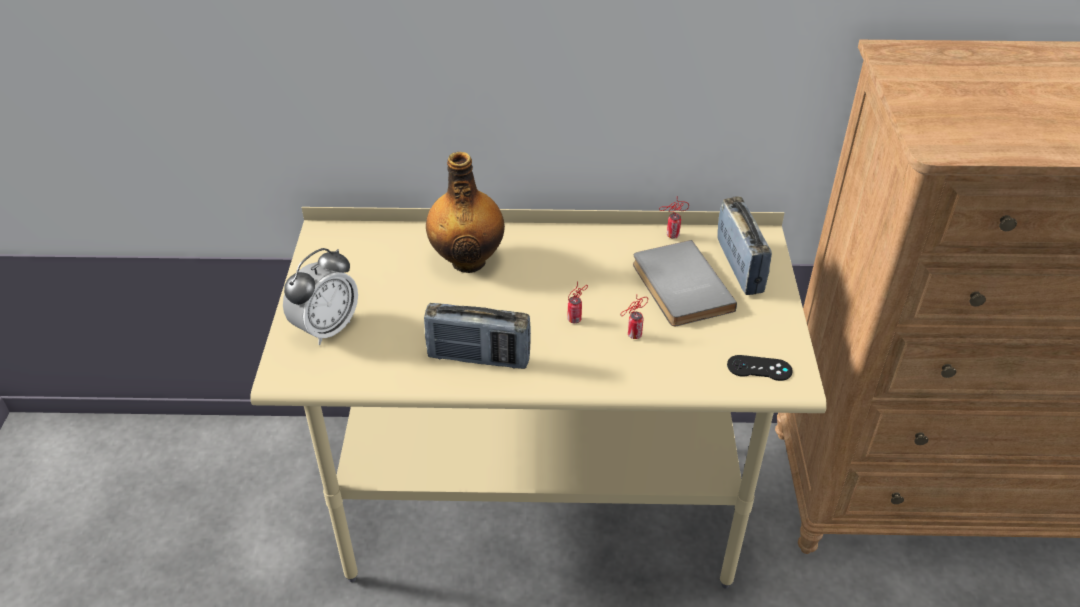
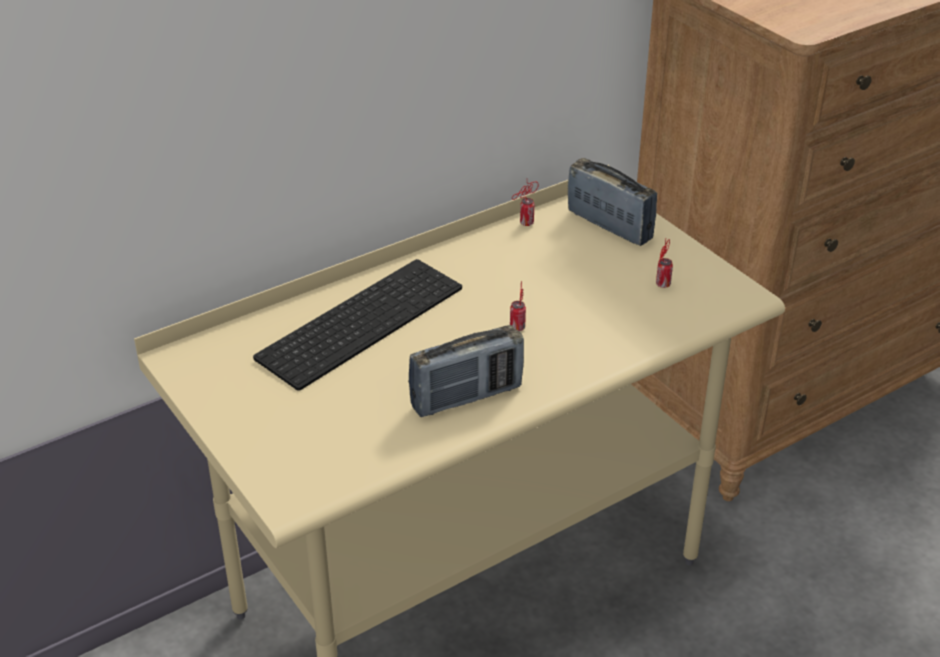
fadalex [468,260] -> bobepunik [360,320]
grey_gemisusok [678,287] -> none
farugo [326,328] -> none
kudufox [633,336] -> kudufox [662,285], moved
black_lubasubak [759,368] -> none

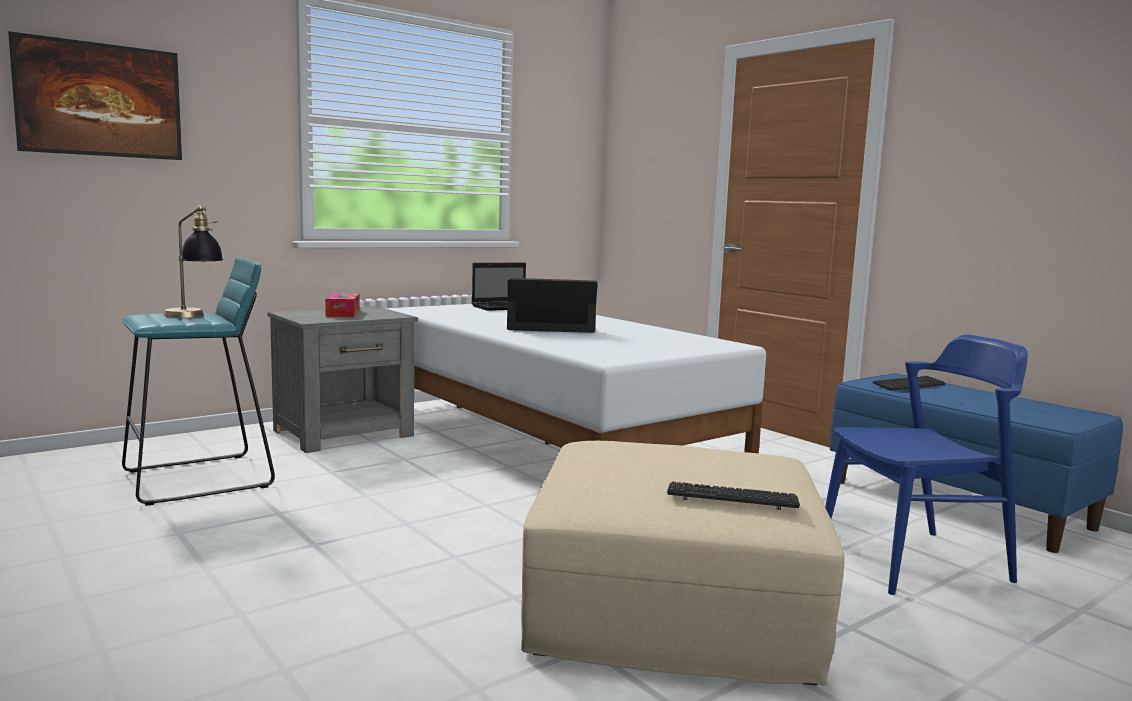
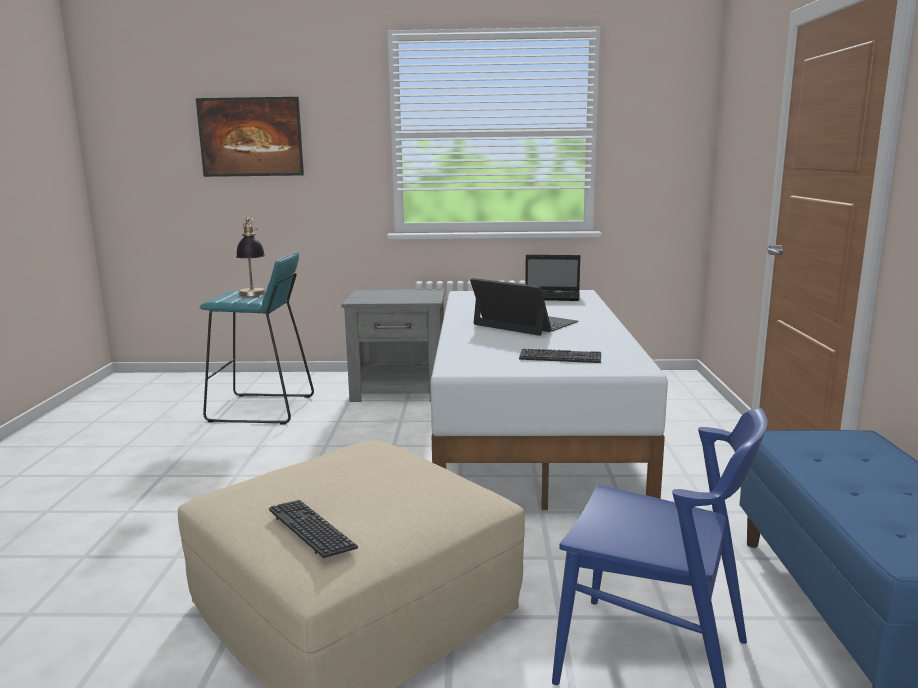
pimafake [343,313] -> none
bobepunik [909,385] -> bobepunik [560,358], moved

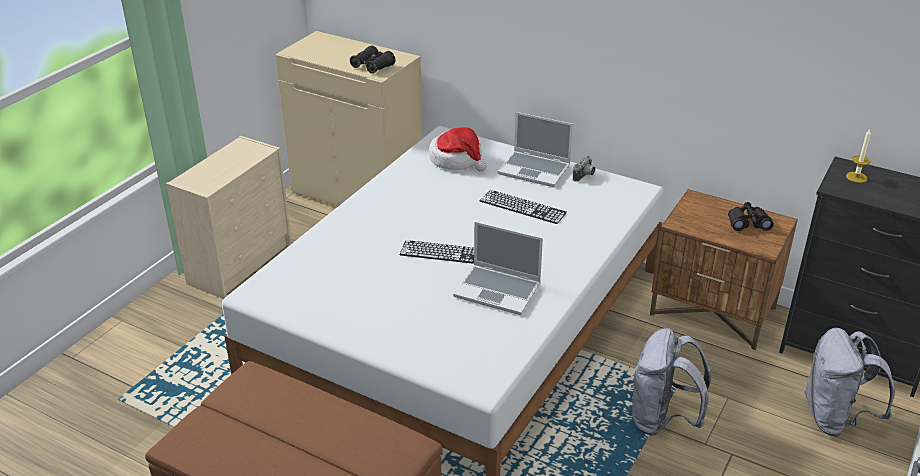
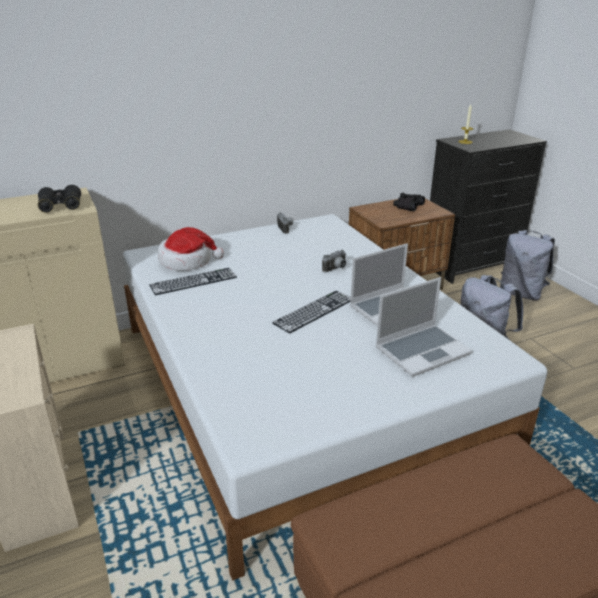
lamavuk [535,170] -> lamavuk [422,350], moved
bobepunik [522,207] -> bobepunik [193,281], moved
none -> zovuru [336,269]

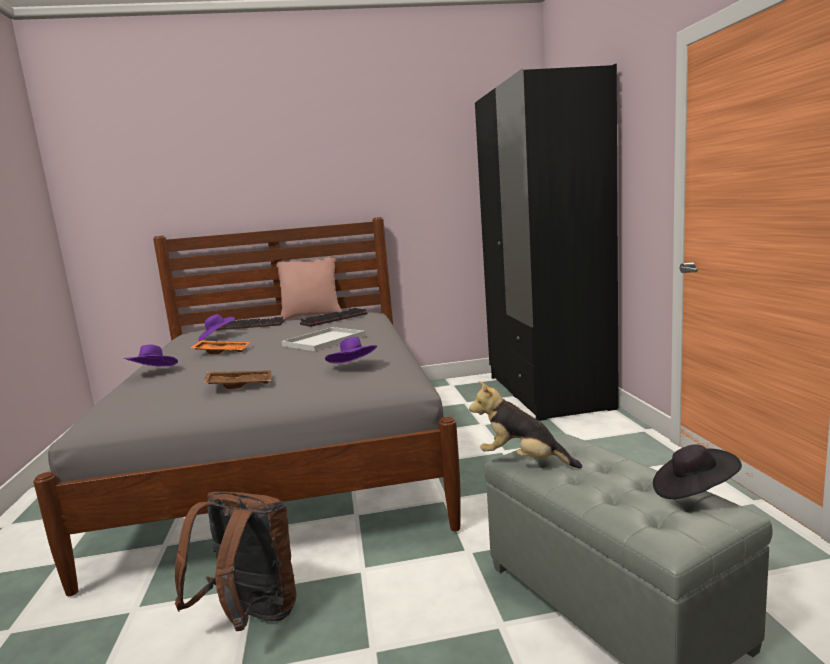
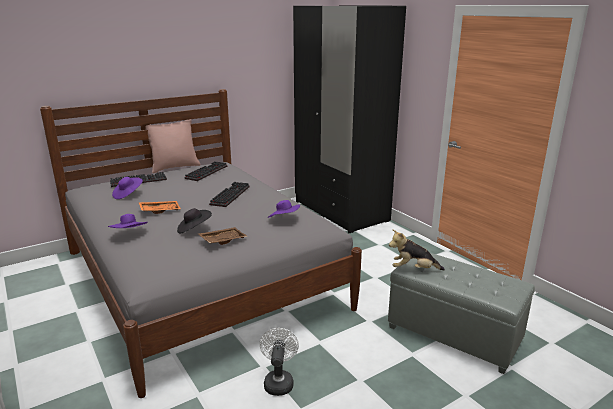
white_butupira [325,340] -> bobepunik [229,195]
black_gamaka [693,491] -> black_gamaka [194,229], moved
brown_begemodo [250,618] -> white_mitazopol [279,381]

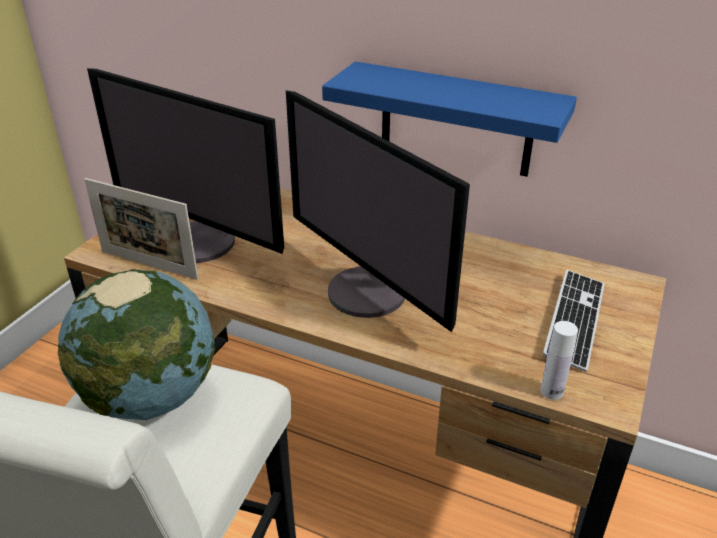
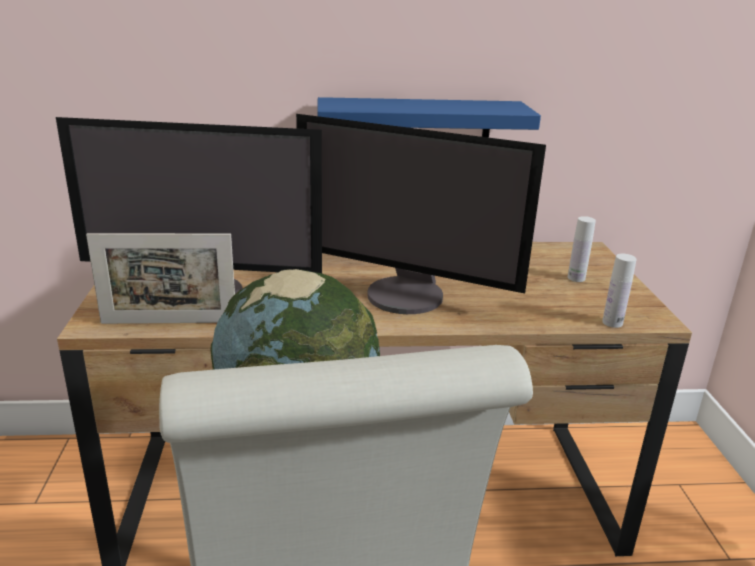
bobepunik [574,320] -> white_fadalex [576,278]

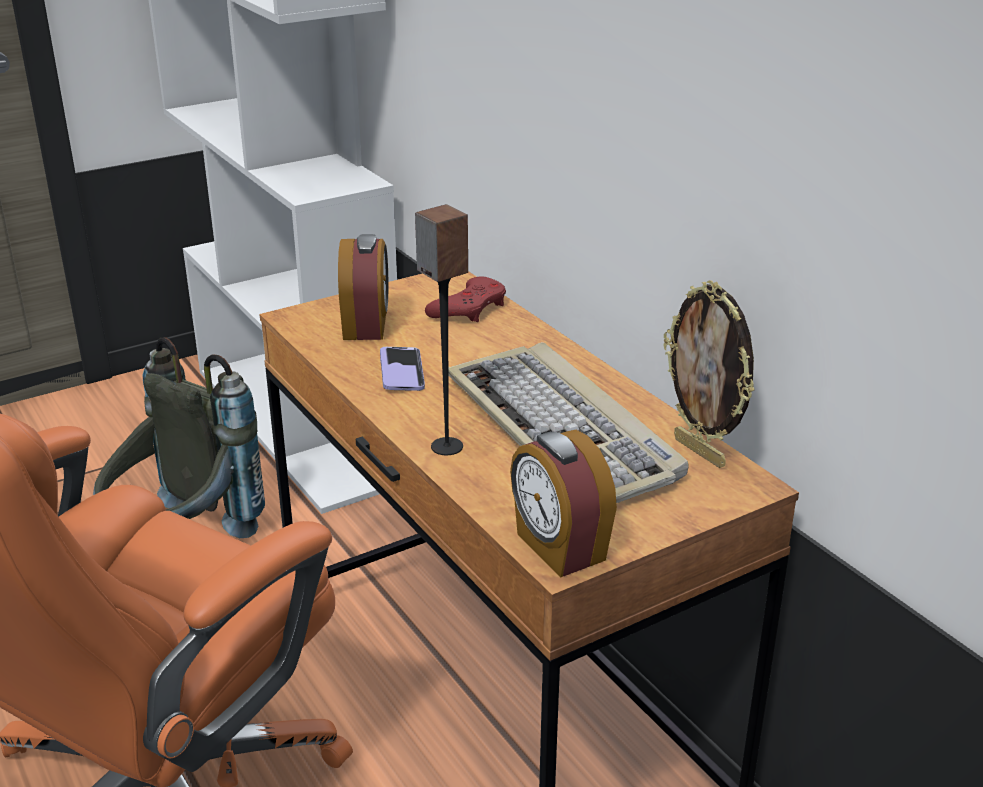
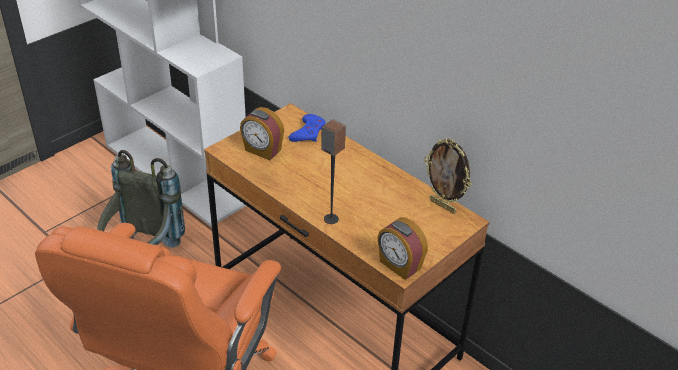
farugo [366,326] -> farugo [262,150], 135 degrees clockwise
red_lubasubak [469,308] -> blue_lubasubak [308,132]
bobepunik [563,431] -> none
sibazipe [402,371] -> none

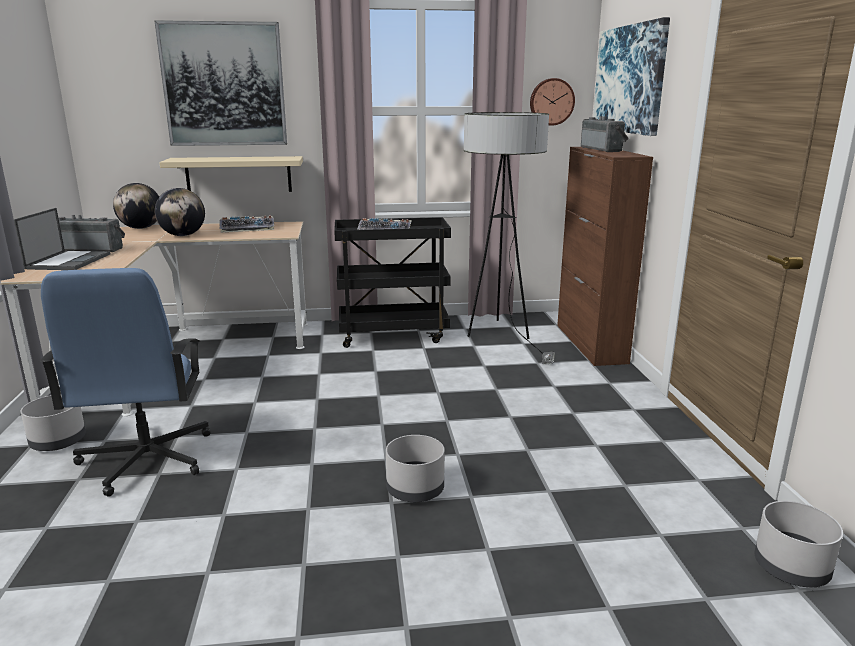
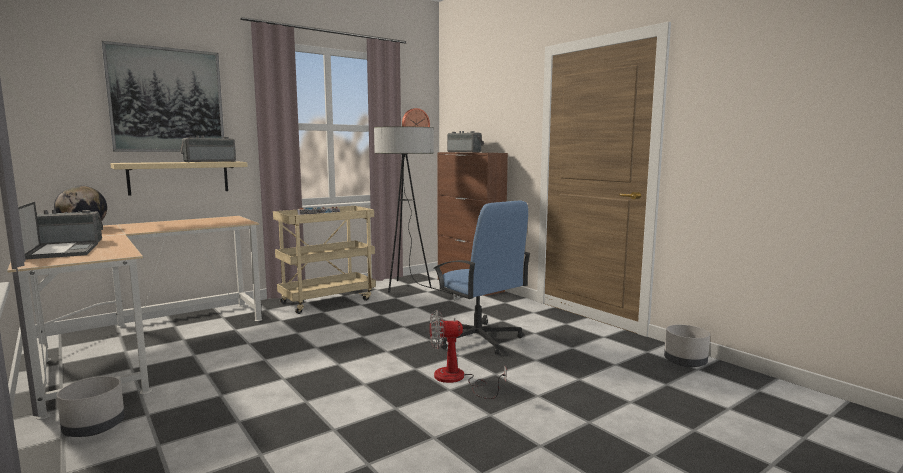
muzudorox [629,79] -> none
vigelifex [183,235] -> none
bobepunik [248,228] -> none
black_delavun [394,335] -> beige_delavun [327,300]
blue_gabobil [145,460] -> blue_gabobil [478,339], moved
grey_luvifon [415,490] -> mitazopol [457,379]
none -> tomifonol [209,161]

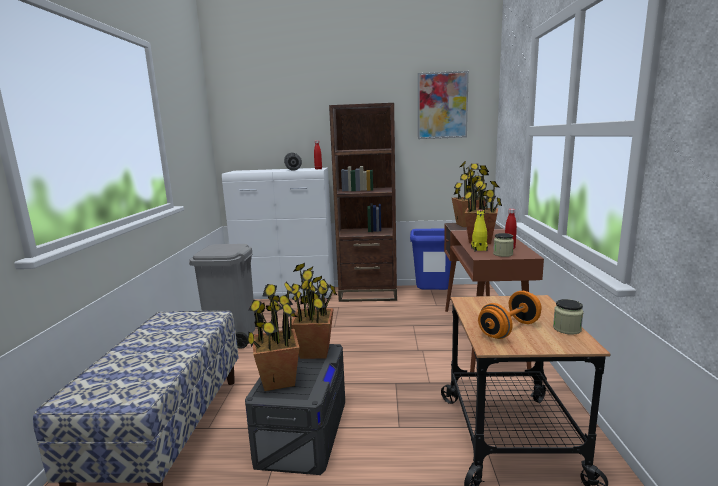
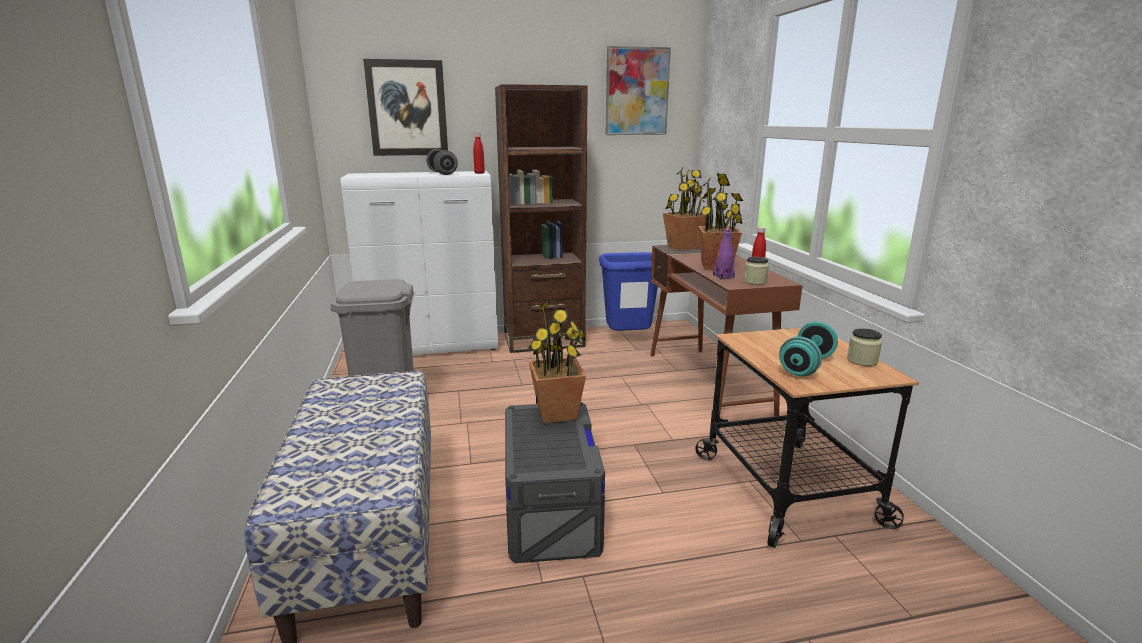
yellow_fadalex [479,249] -> purple_fadalex [723,277]
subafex [278,380] -> none
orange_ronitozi [509,329] -> turquoise_ronitozi [806,366]
none -> muzudorox [407,108]

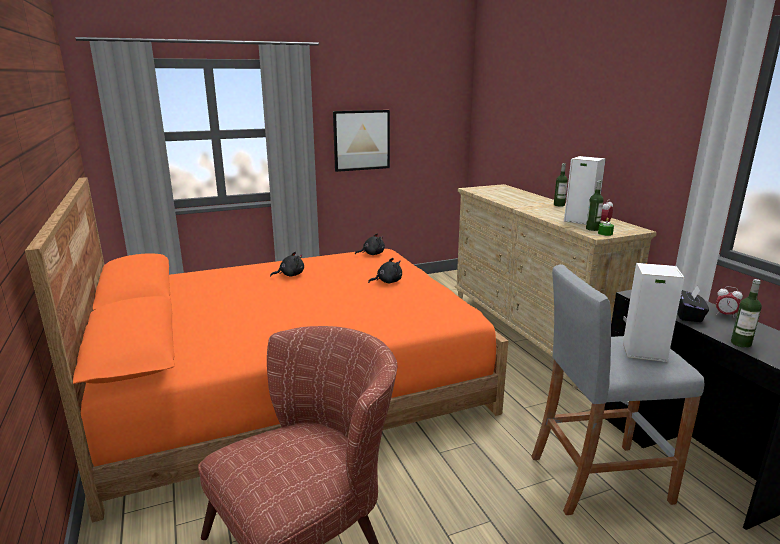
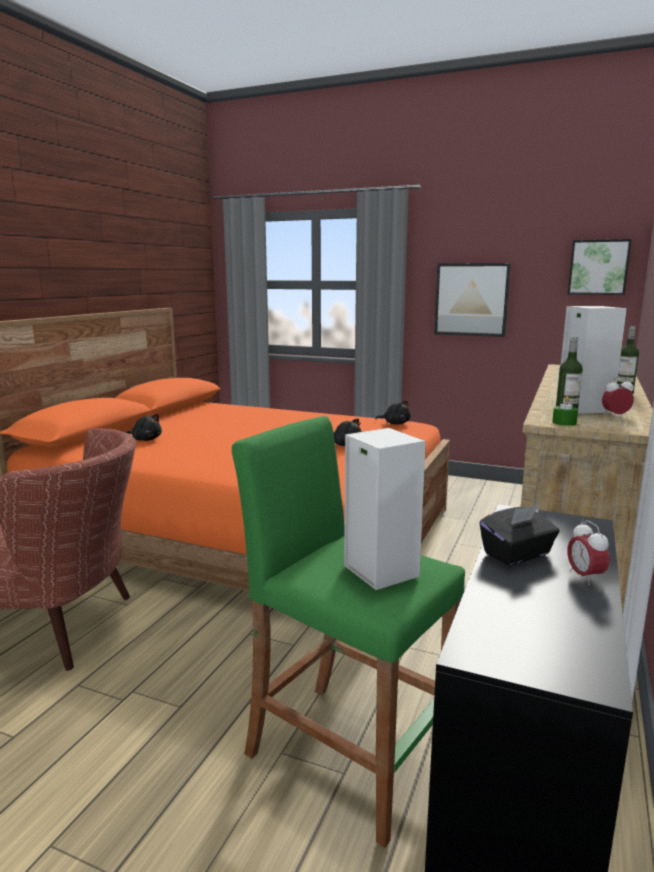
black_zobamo [290,275] -> black_zobamo [146,439], moved
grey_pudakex [598,478] -> green_pudakex [347,754]
fadalex [741,343] -> none
none -> muzudorox [598,267]

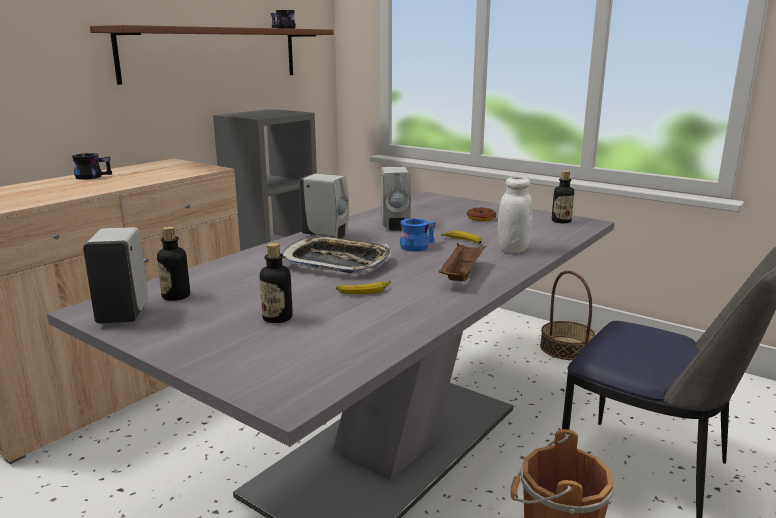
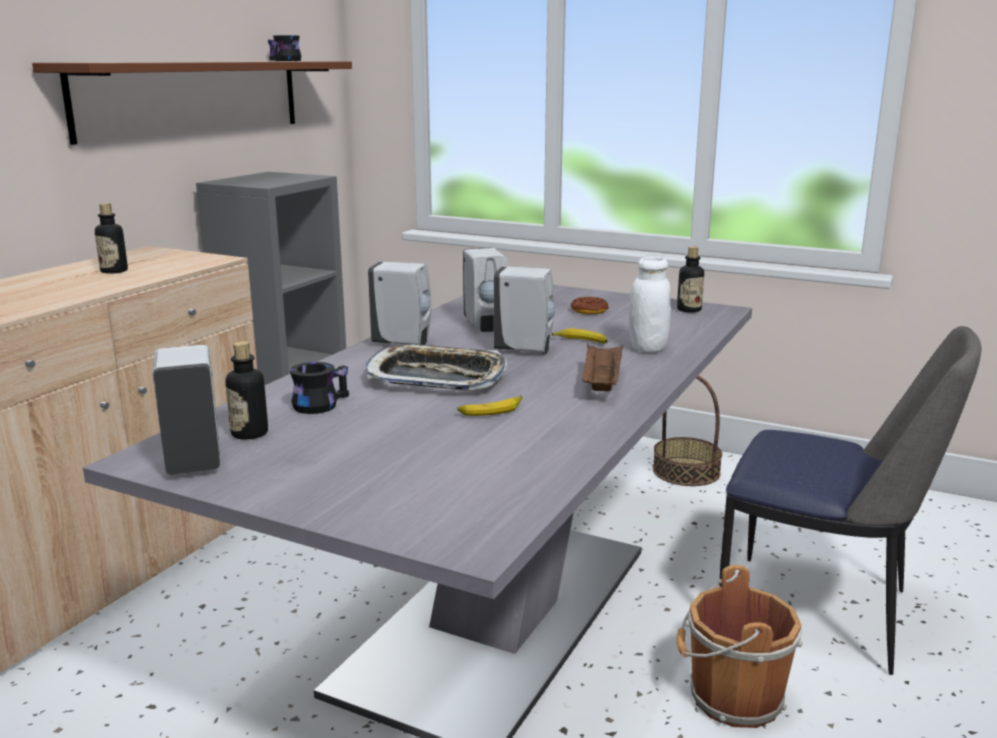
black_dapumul [92,176] -> black_dapumul [318,403], moved
blue_dapumul [416,246] -> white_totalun [526,350]
fadalex [277,318] -> fadalex [114,271], moved

